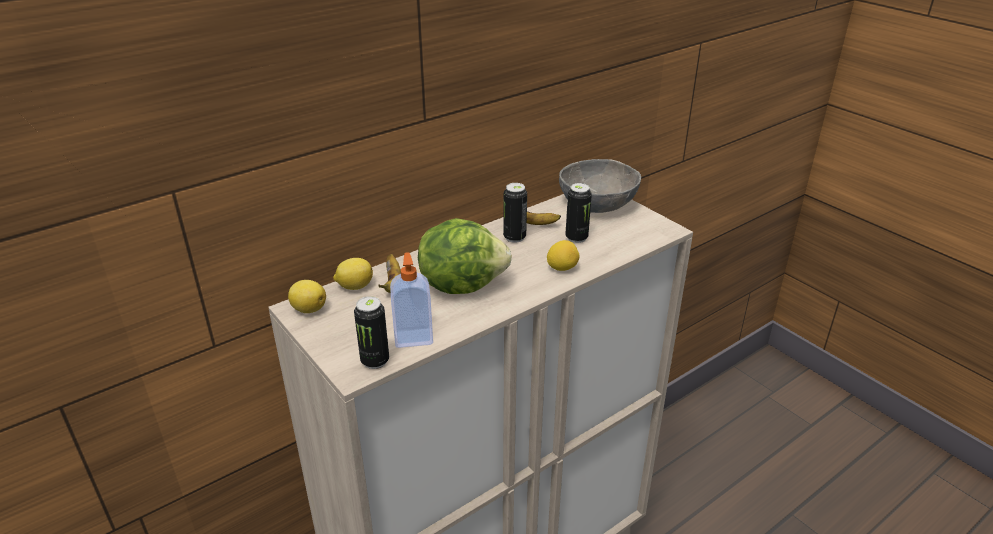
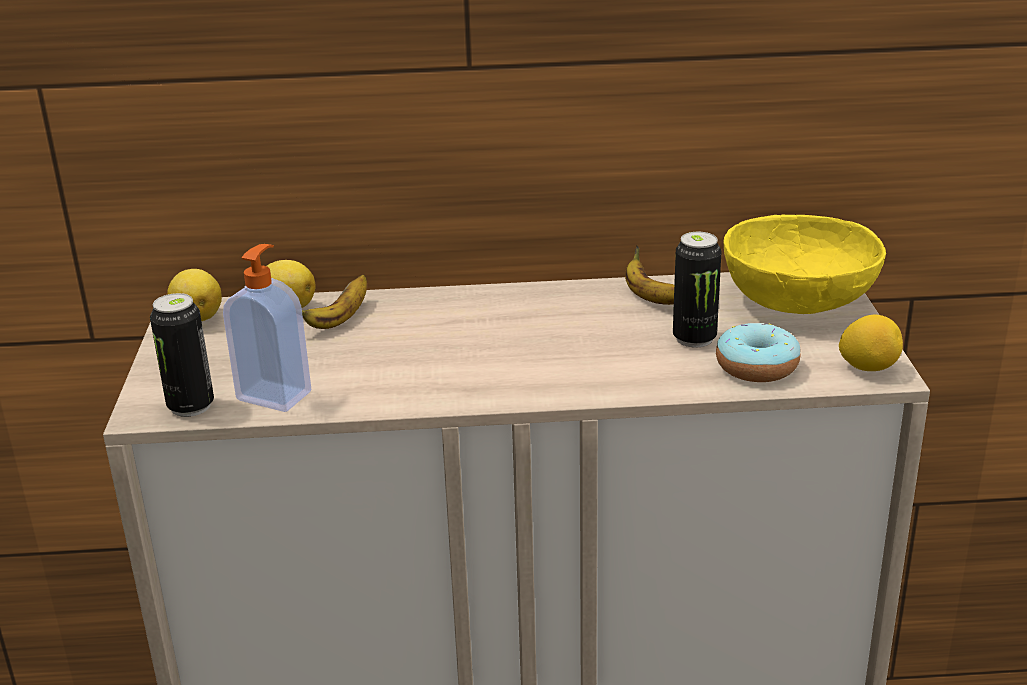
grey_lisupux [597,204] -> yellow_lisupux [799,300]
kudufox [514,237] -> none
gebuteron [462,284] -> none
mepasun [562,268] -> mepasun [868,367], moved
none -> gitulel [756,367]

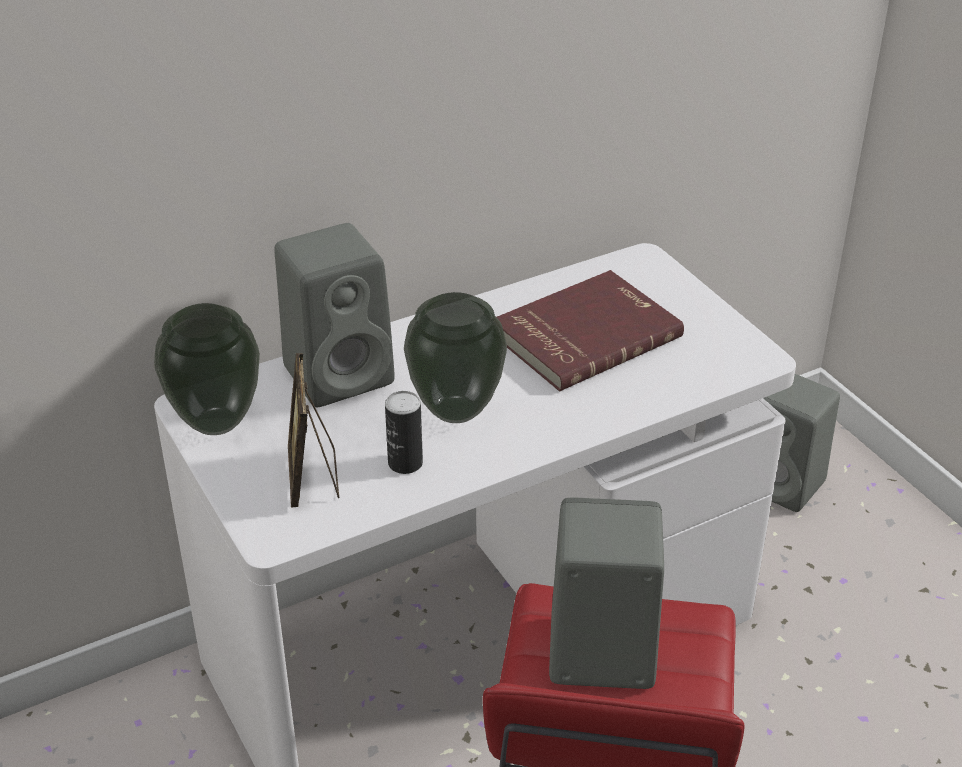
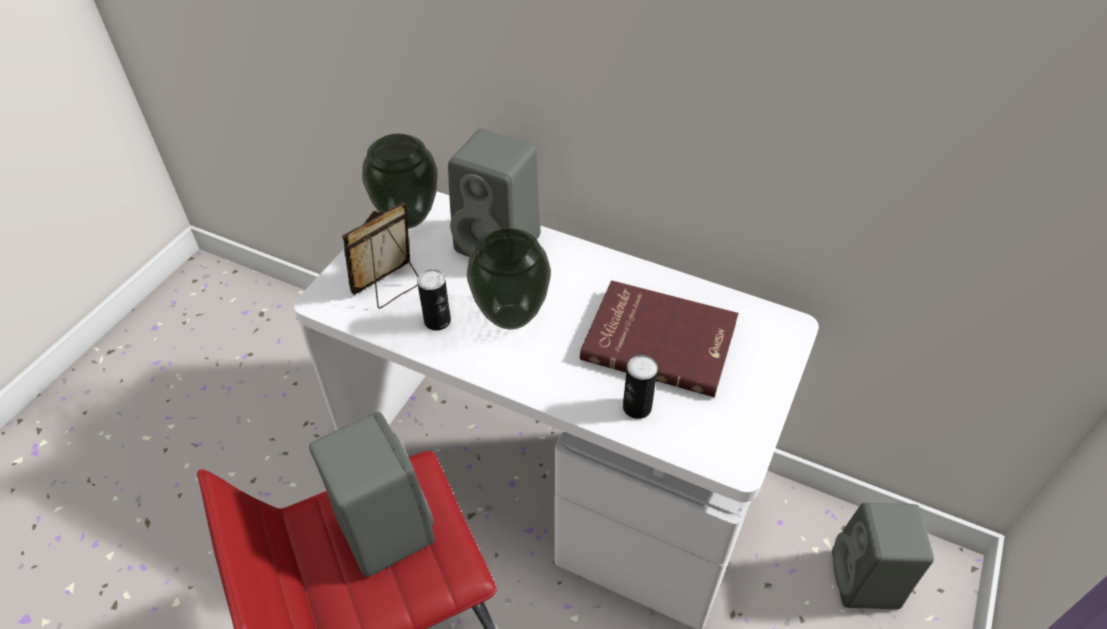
none -> kudufox [637,407]

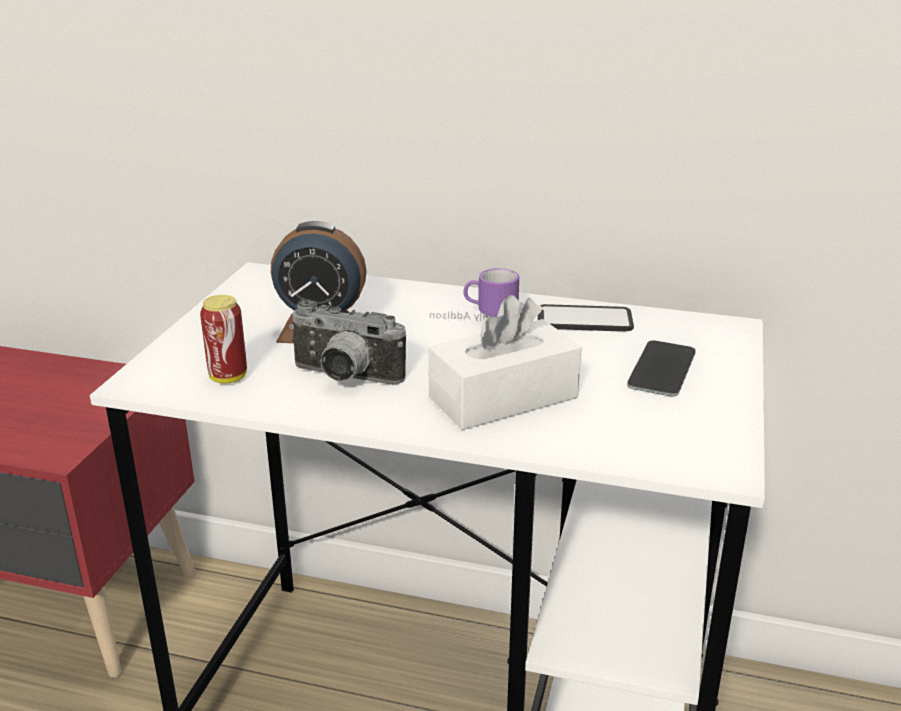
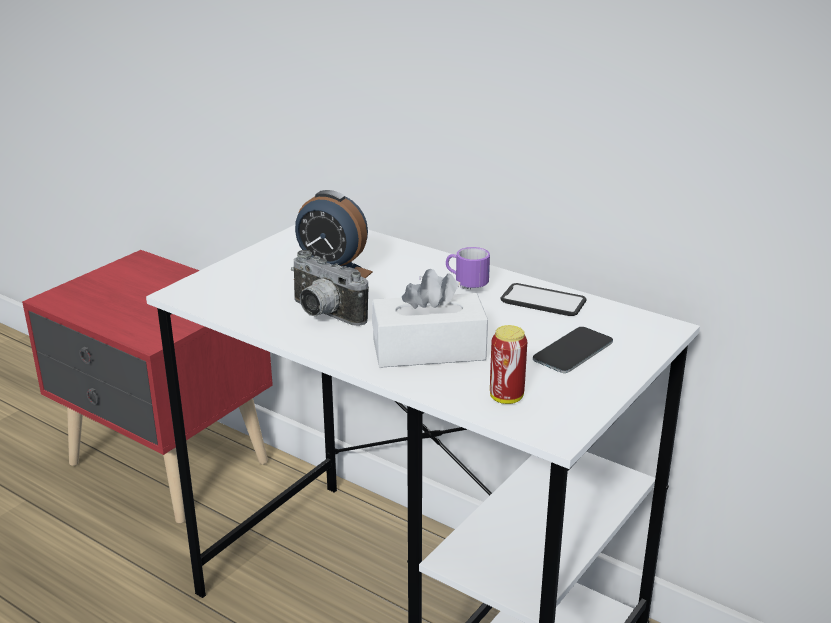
kudufox [228,377] -> kudufox [506,397], moved

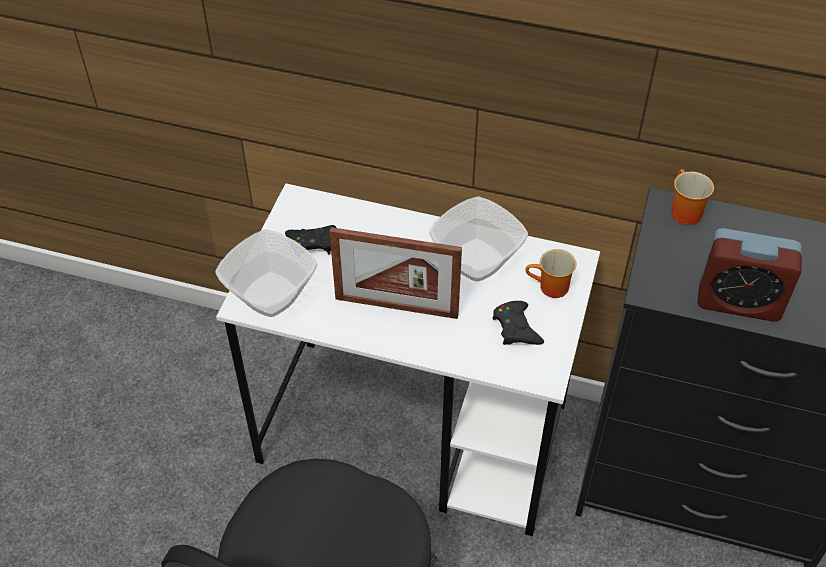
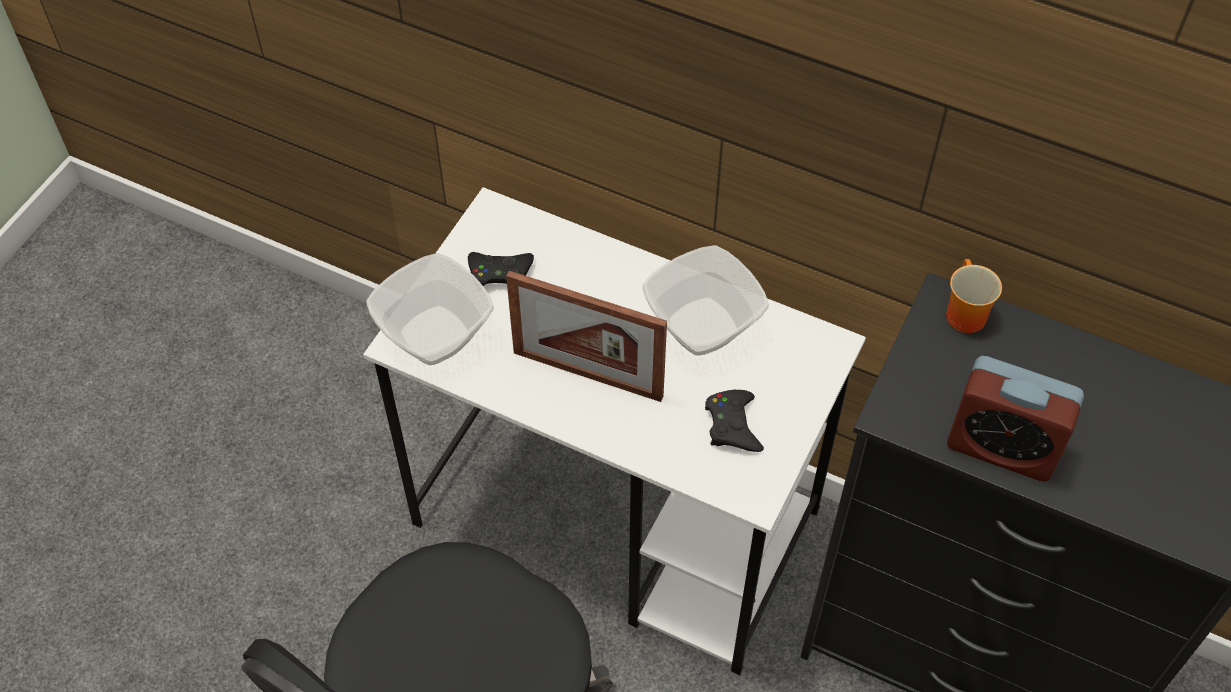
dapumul [550,288] -> none

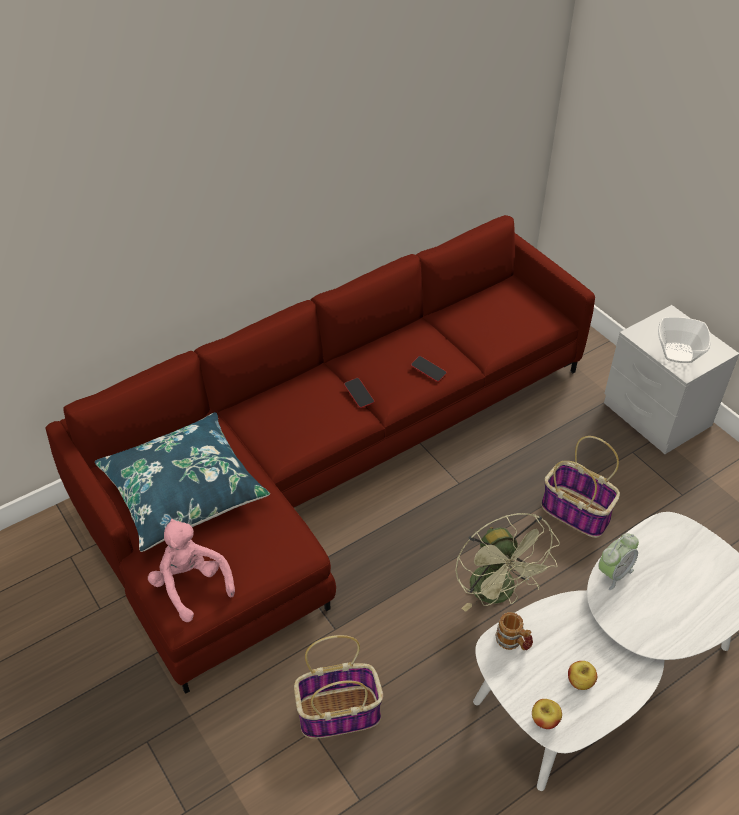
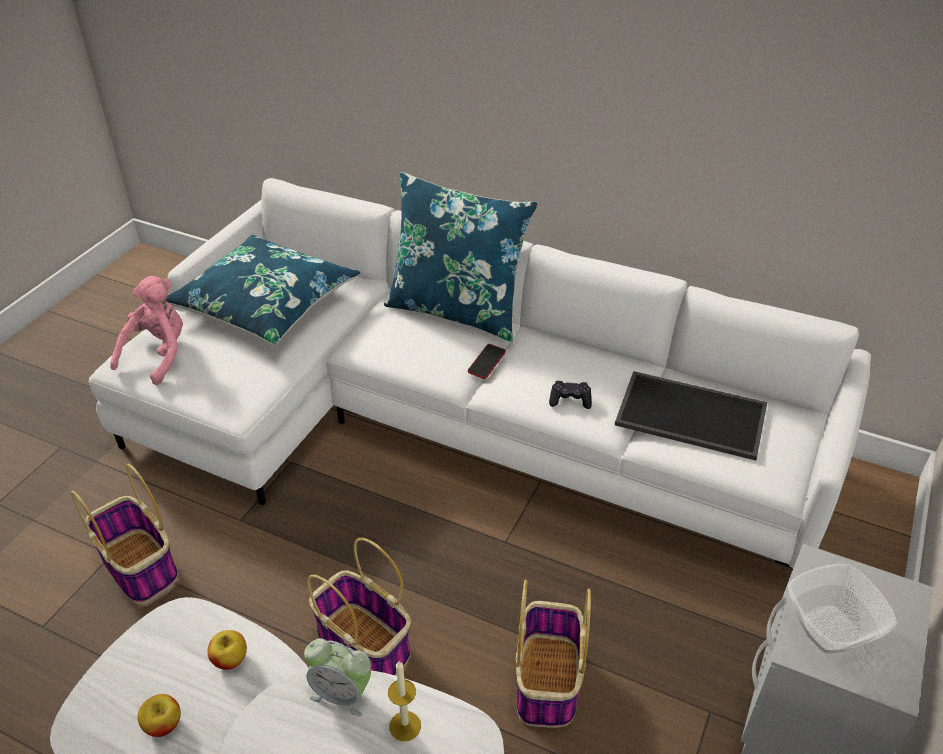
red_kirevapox [328,460] -> white_kirevapox [455,422]
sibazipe [428,371] -> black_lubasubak [570,400]
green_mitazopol [498,593] -> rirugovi [365,645]
dapumul [513,642] -> none
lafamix [544,720] -> lafamix [230,659], moved
none -> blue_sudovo [457,310]
none -> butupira [689,416]
none -> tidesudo [405,726]

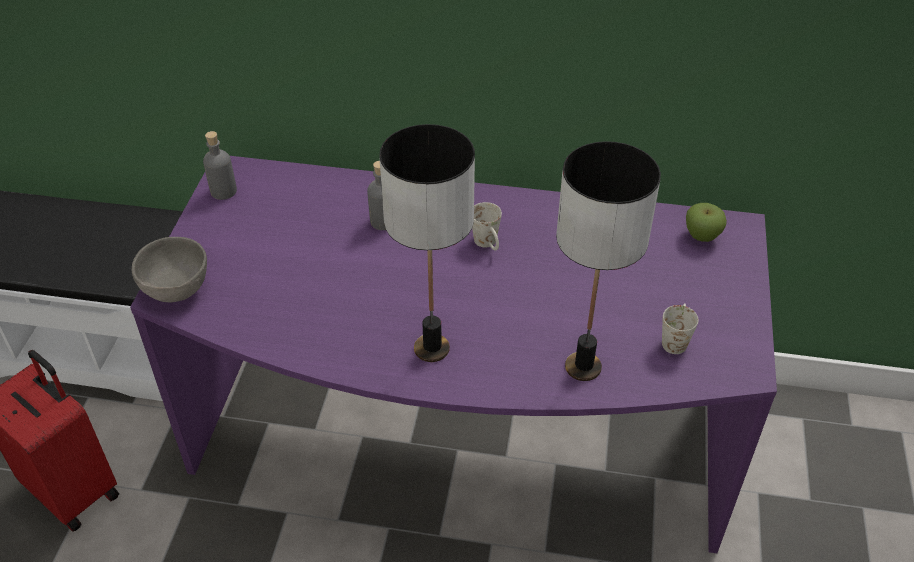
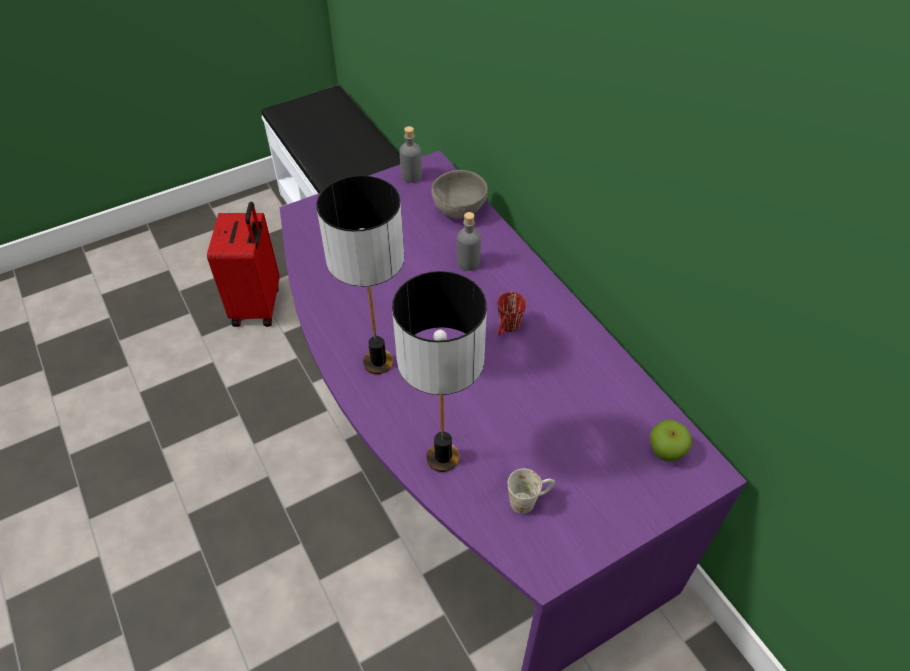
white_dapumul [488,245] -> red_dapumul [507,329]
grey_lisupux [175,289] -> grey_lisupux [458,210], moved

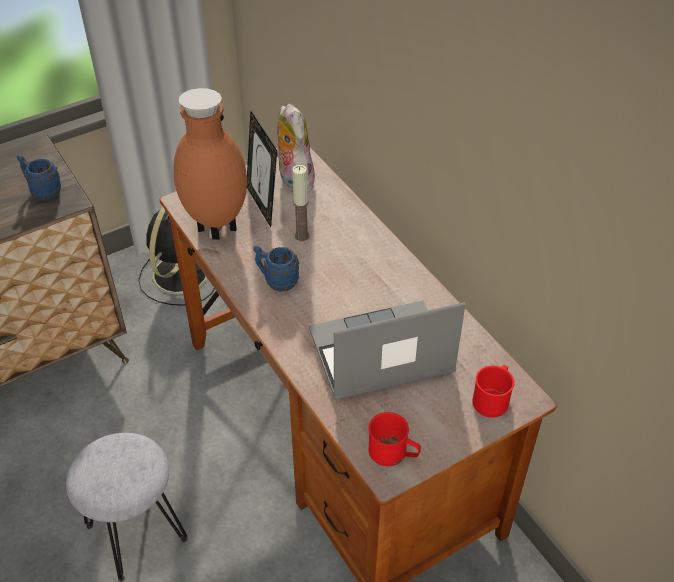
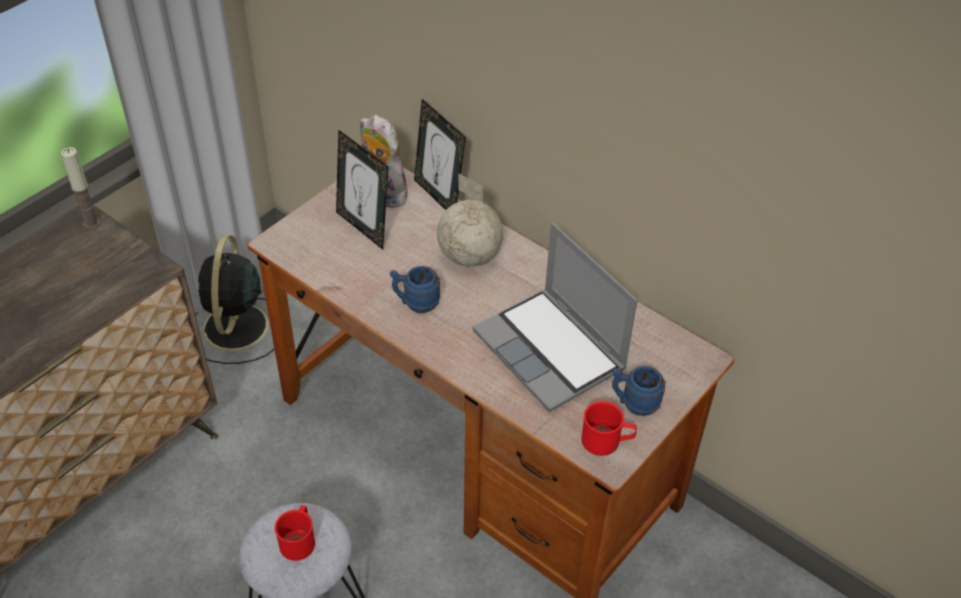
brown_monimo [217,230] -> none
blue_dapumul [42,191] -> blue_dapumul [634,403], moved
tidesudo [302,235] -> tidesudo [91,223], moved
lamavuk [379,354] -> lamavuk [551,351], 90 degrees counterclockwise
red_dapumul [492,398] -> red_dapumul [299,539], moved
none -> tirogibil [439,196]
none -> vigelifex [469,256]

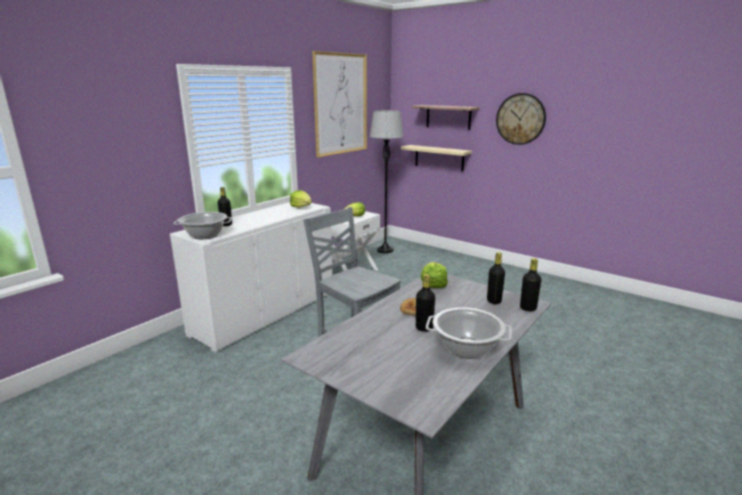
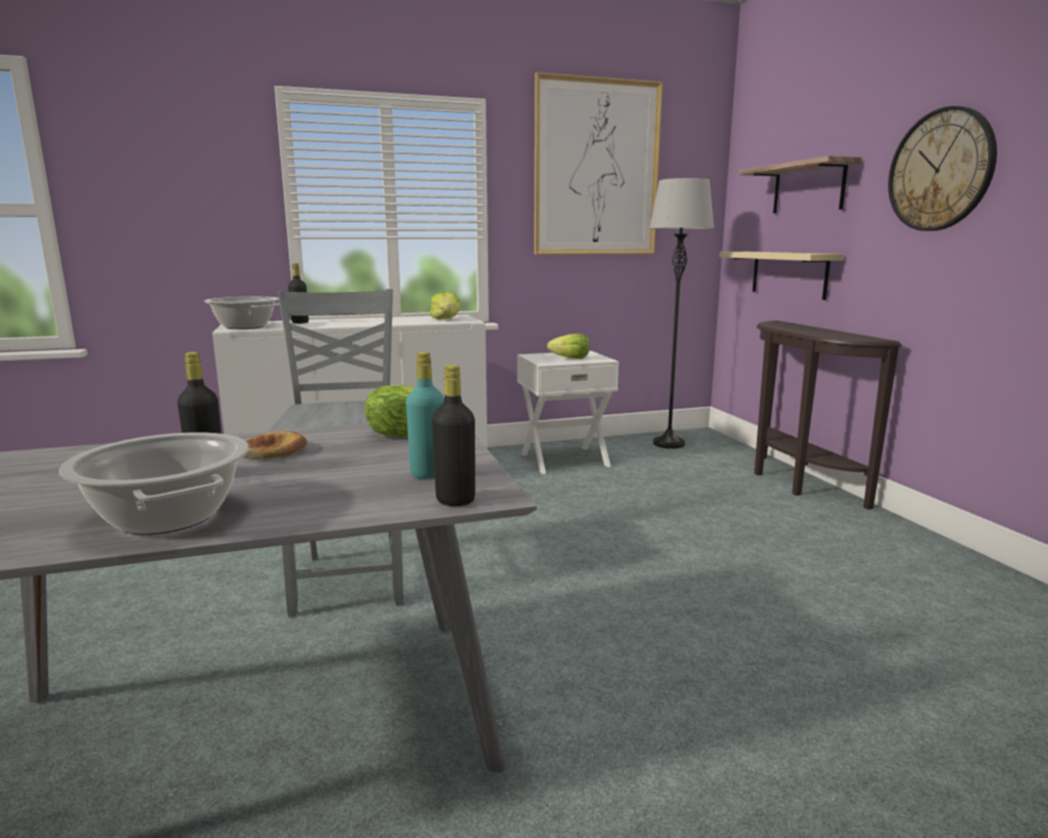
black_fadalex [494,301] -> turquoise_fadalex [428,474]
none -> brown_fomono [795,482]

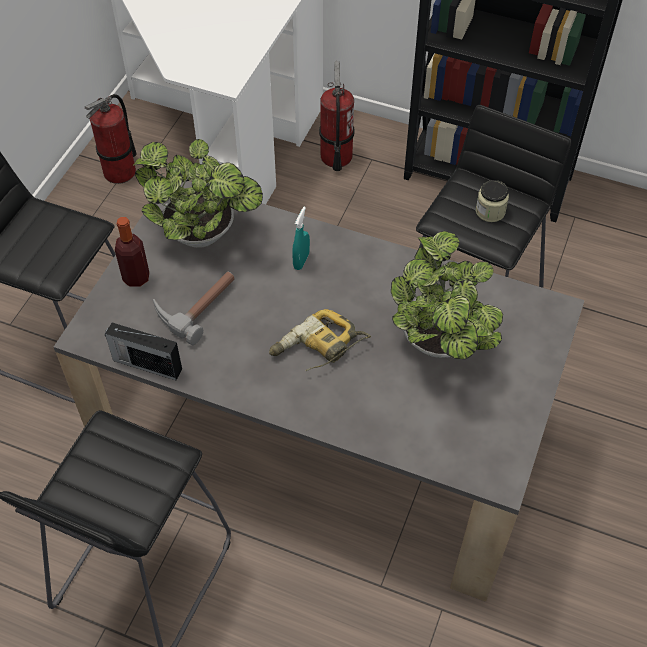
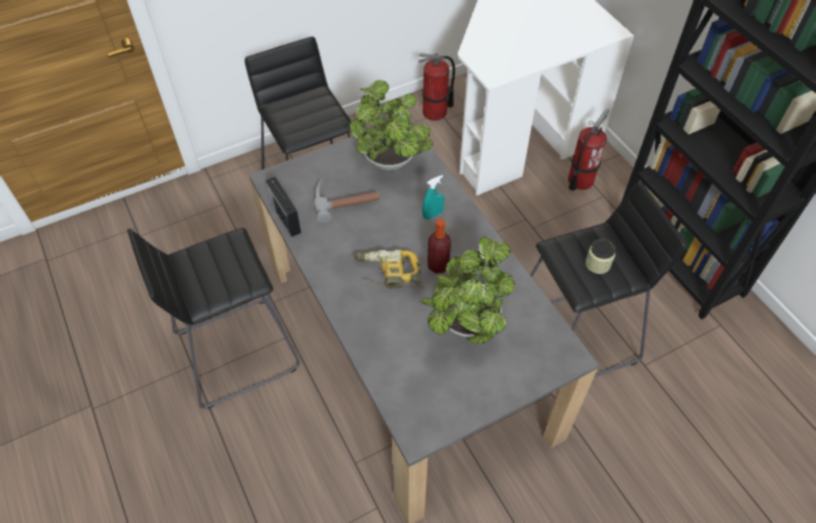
fadalex [136,278] -> fadalex [438,265], moved

